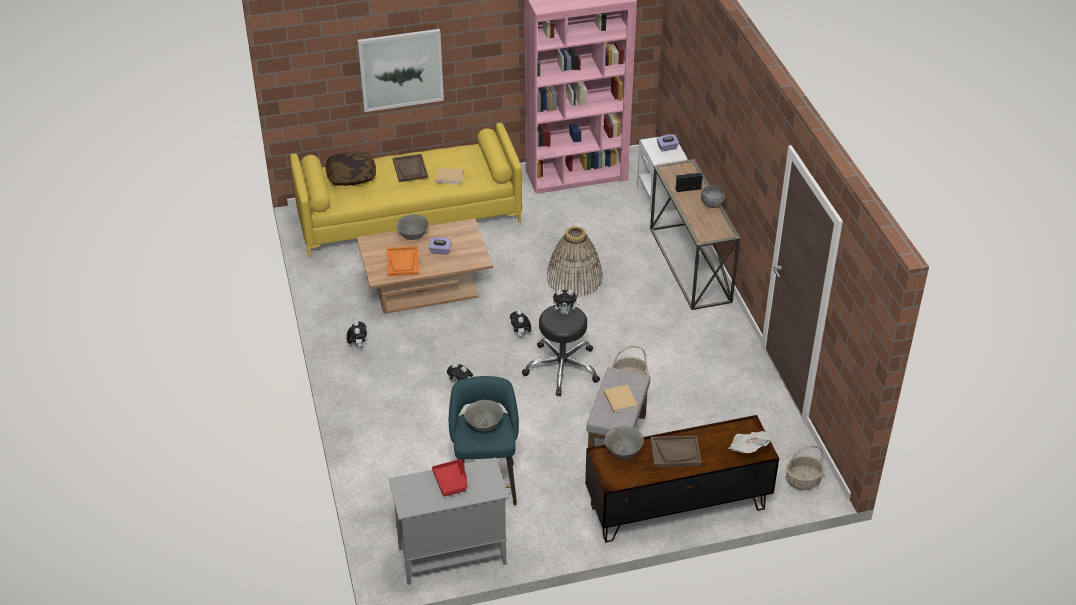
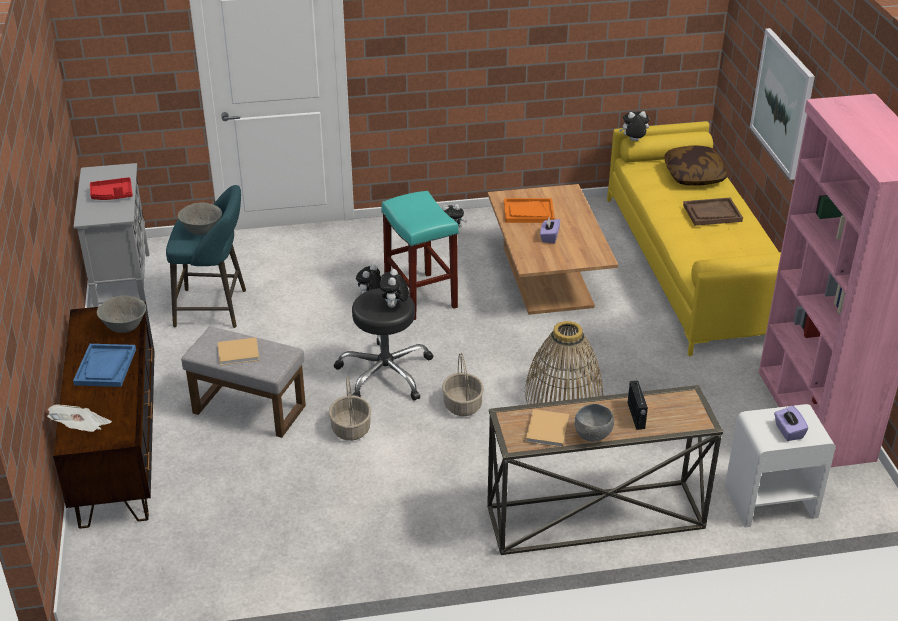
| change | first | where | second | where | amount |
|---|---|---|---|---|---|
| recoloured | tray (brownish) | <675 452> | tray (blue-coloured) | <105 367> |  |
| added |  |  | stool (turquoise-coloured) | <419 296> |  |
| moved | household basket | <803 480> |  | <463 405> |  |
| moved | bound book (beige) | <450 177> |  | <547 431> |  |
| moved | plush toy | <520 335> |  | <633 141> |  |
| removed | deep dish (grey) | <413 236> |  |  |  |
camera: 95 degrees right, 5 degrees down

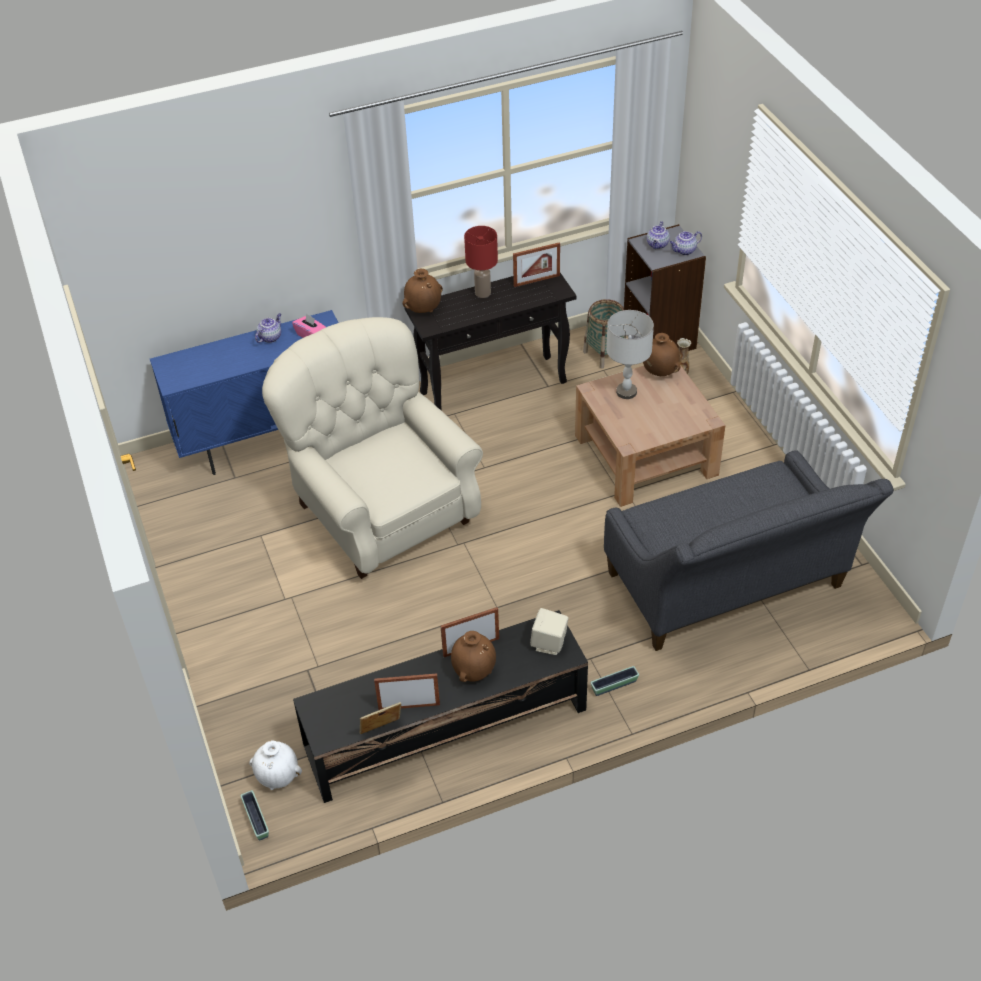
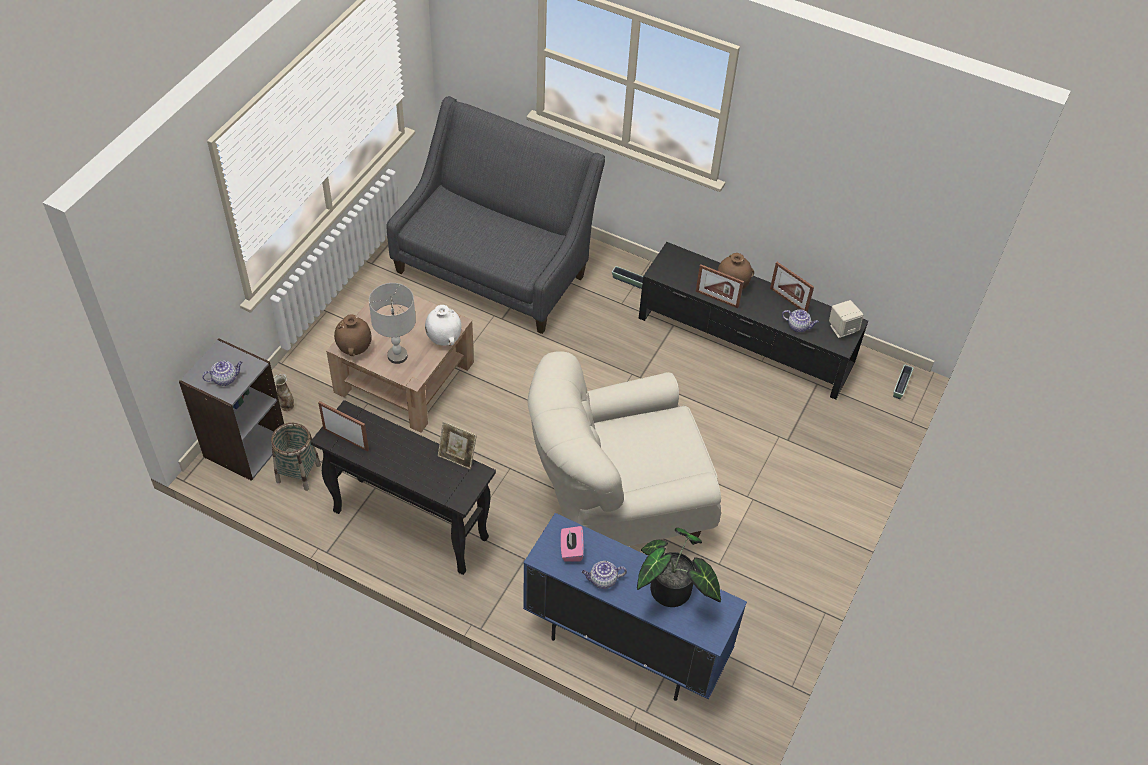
| change | first | where | second | where | amount |
|---|---|---|---|---|---|
| moved | flower vase (white) | <279 778> |  | <444 339> |  |
| moved | standing frame | <382 732> |  | <457 457> |  |
| turned | armchair (beige) | <380 510> |  | <617 503> | 60 degrees clockwise |
| added |  |  | potted plant | <672 594> |  |
| moved | tea pot | <684 251> |  | <798 326> |  |
| moved | loudspeaker (beige) | <549 644> |  | <842 329> |  |
| removed | flower vase (brownish) | <424 309> |  |  |  |
| removed | tabletop lamp (red-coloured) | <483 293> |  |  |  |
camera: 135 degrees left, 5 degrees up

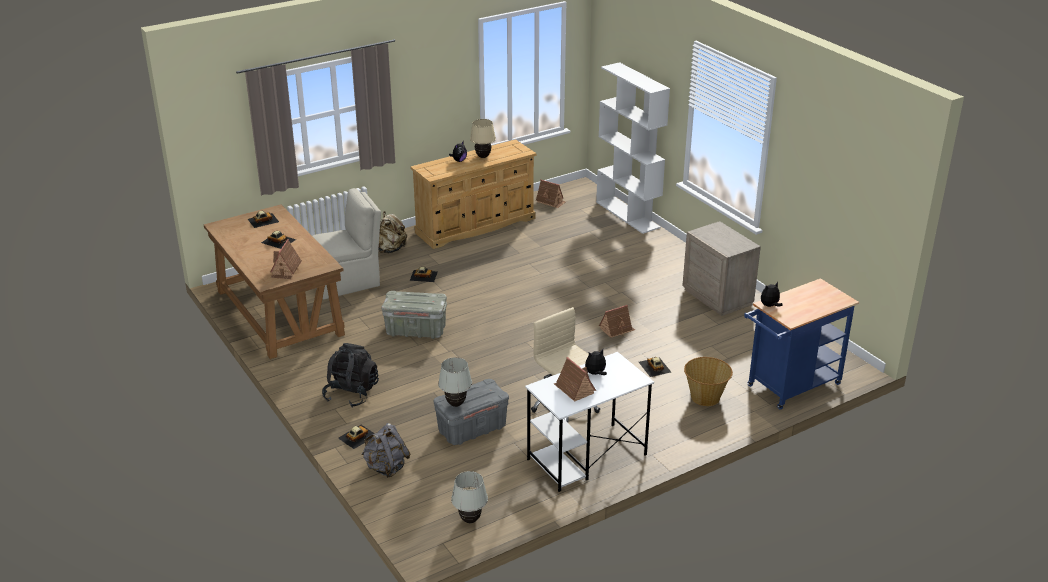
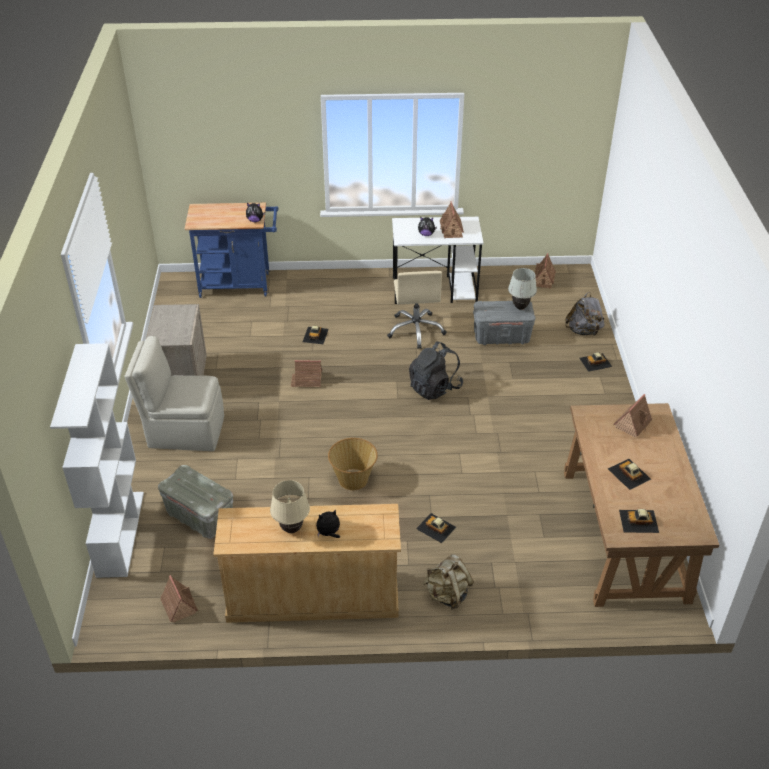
| change | first | where | second | where | amount |
|---|---|---|---|---|---|
| moved | upright chair (beige) | <346 282> |  | <184 431> |  |
| moved | storage container (grey) | <416 330> |  | <199 517> |  |
| moved | household basket | <705 397> |  | <353 479> |  |
| moved | knapsack (blackish) | <351 394> |  | <434 388> |  |
| replaced | tabletop lamp (white) | <470 520> | toy house | <543 279> |  |
camera: 150 degrees left, 10 degrees up

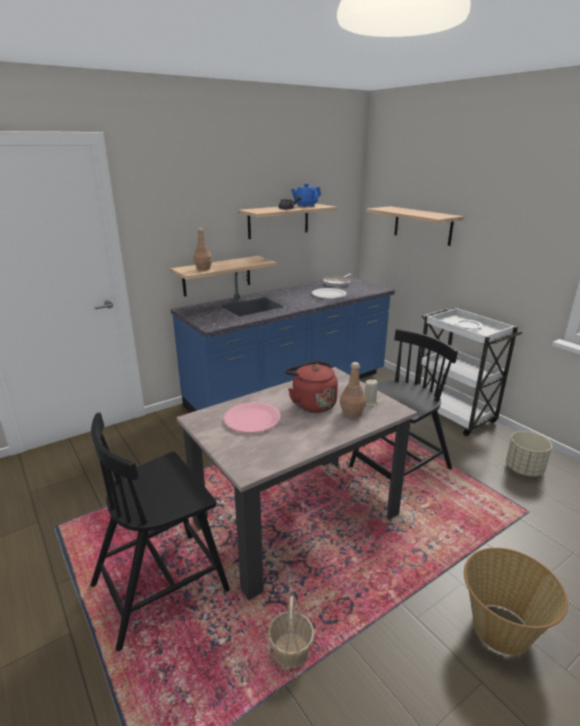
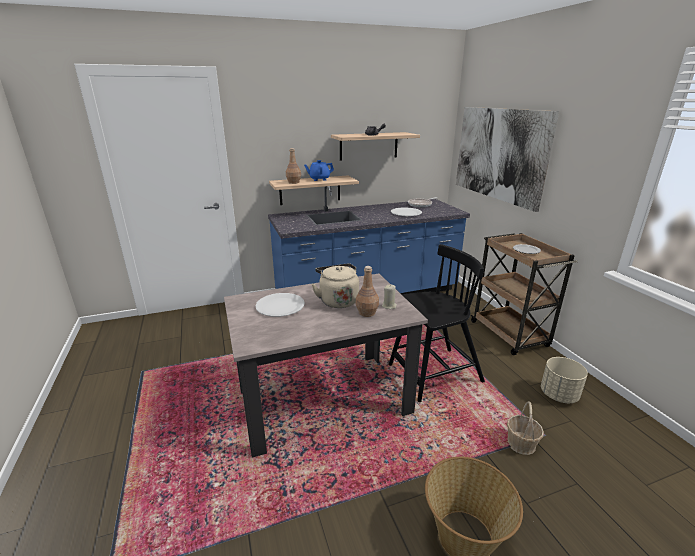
| change | first | where | second | where | amount |
|---|---|---|---|---|---|
| recoloured | plate (pink) | <252 419> | plate (white) | <280 306> |  |
| moved | tea pot (blue-coloured) | <305 206> |  | <319 179> |  |
| recoloured | water kettle (red-coloured) | <311 404> | water kettle (beige) | <337 300> |  |
| replaced | wall shelf | <422 225> | wall picture | <499 154> |  |
| recoloured | trolley (white) | <454 415> | trolley (brownish) | <510 335> |  |
| moved | household basket | <290 652> |  | <521 443> |  |
| removed | upright chair (blackish) | <162 585> |  |  |  |
camera: 15 degrees right, 0 degrees up

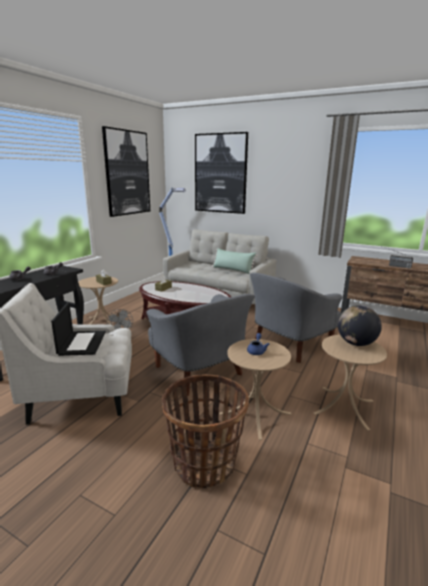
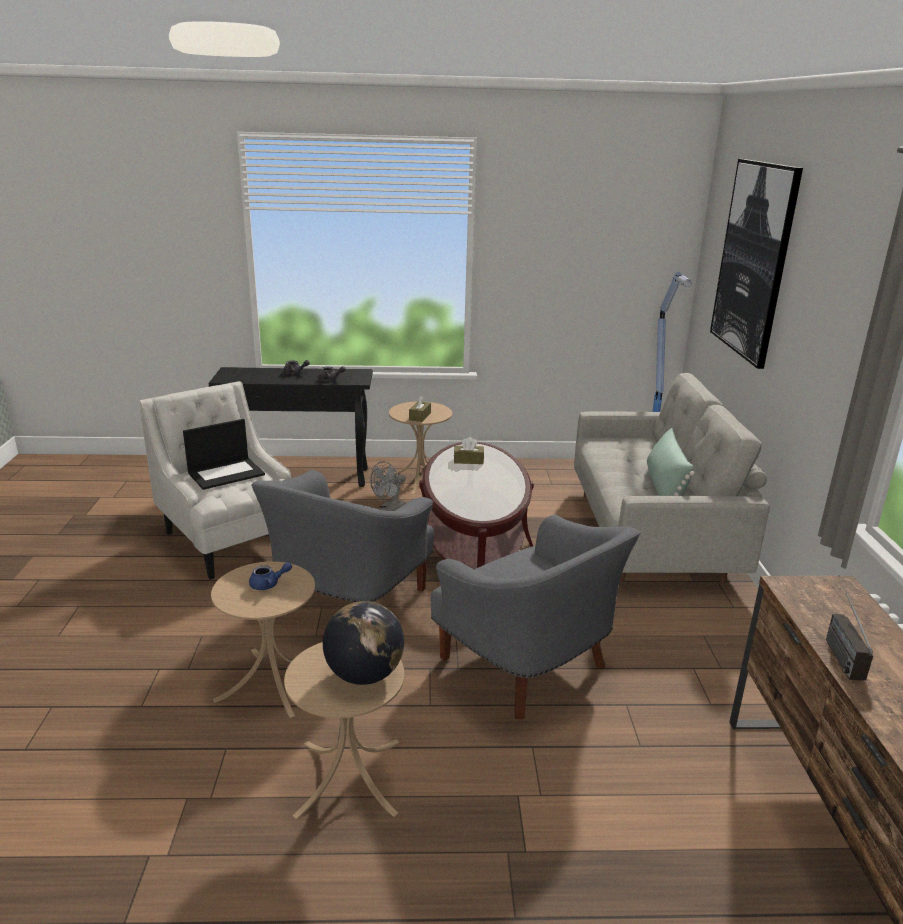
| change | first | where | second | where | amount |
|---|---|---|---|---|---|
| turned | armchair (grey) | <288 345> |  | <528 667> | 150 degrees counterclockwise |
| removed | wall picture | <127 173> |  |  |  |
| removed | household basket | <204 464> |  |  |  |
camera: 60 degrees right, 5 degrees up

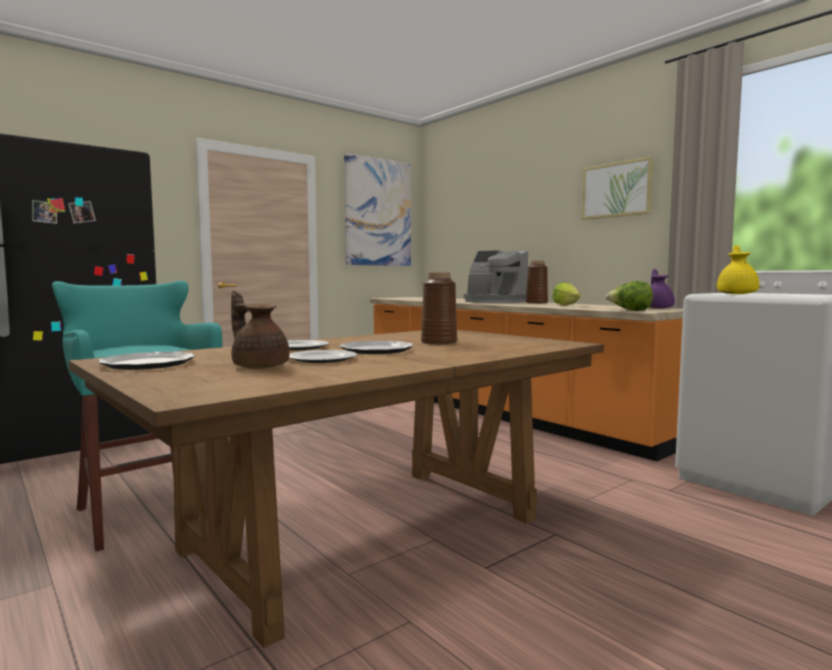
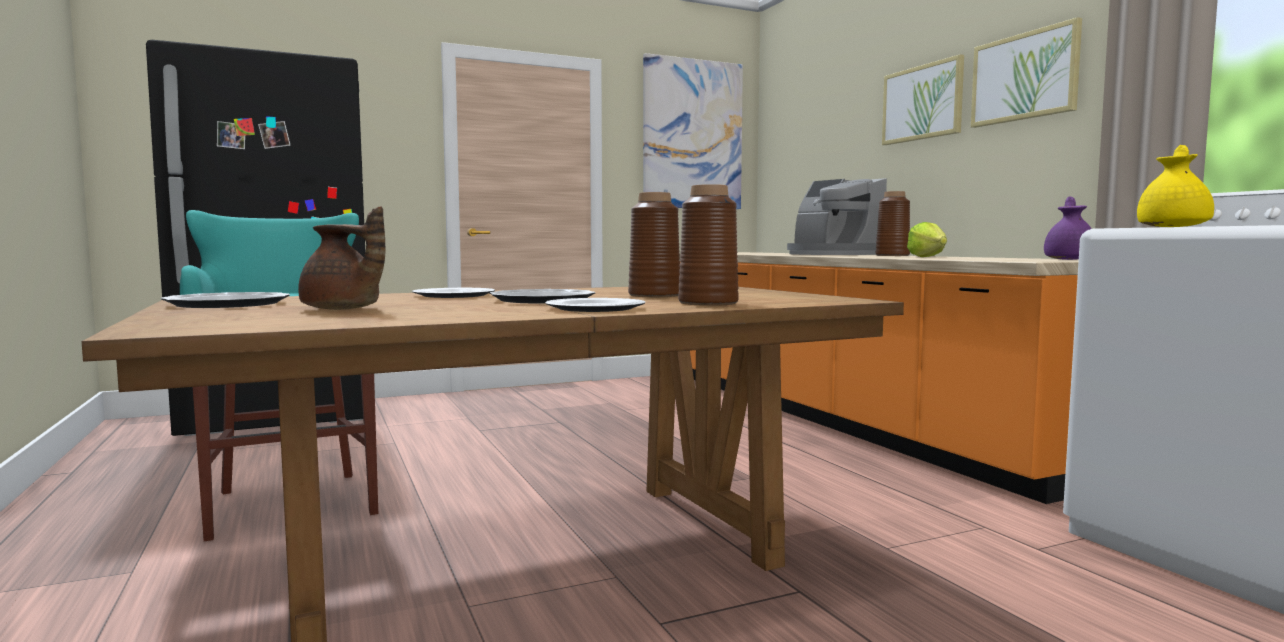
| change | first | where | second | where | amount |
|---|---|---|---|---|---|
| turned | tea pot (brownish) | <259 366> |  | <343 309> | 150 degrees clockwise |
| moved | plate | <321 359> |  | <594 308> |  |
| added |  |  | flower vase (brownish) | <708 303> |  |
| added |  |  | wall picture | <922 103> |  |
| removed | lettuce head | <630 311> |  |  |  |
camera: 15 degrees right, 0 degrees up

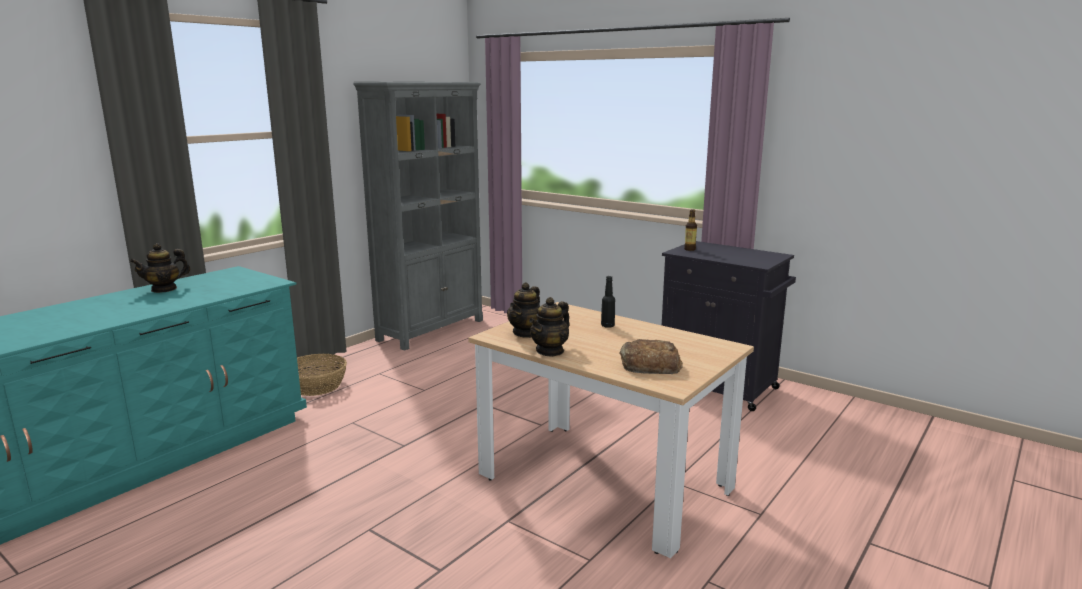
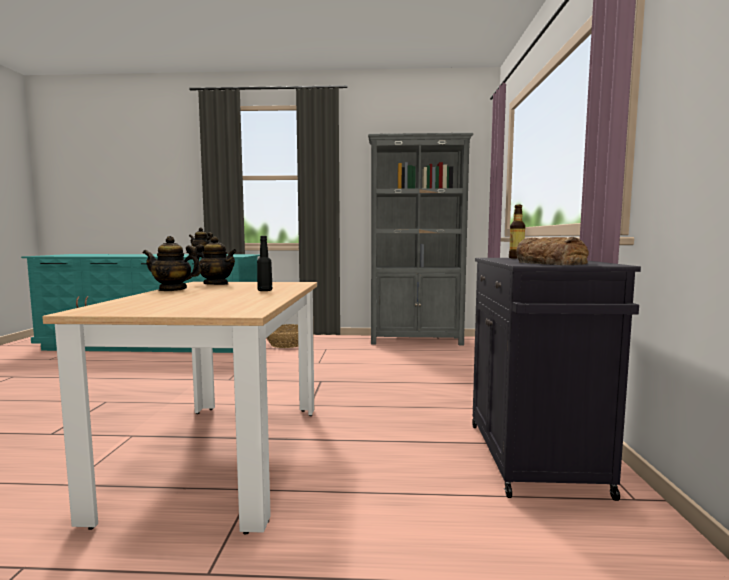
| change | first | where | second | where | amount |
|---|---|---|---|---|---|
| turned | tea pot | <526 333> |  | <216 284> | 150 degrees counterclockwise |
| moved | baked bread | <649 365> |  | <551 263> |  |
camera: 55 degrees right, 10 degrees down

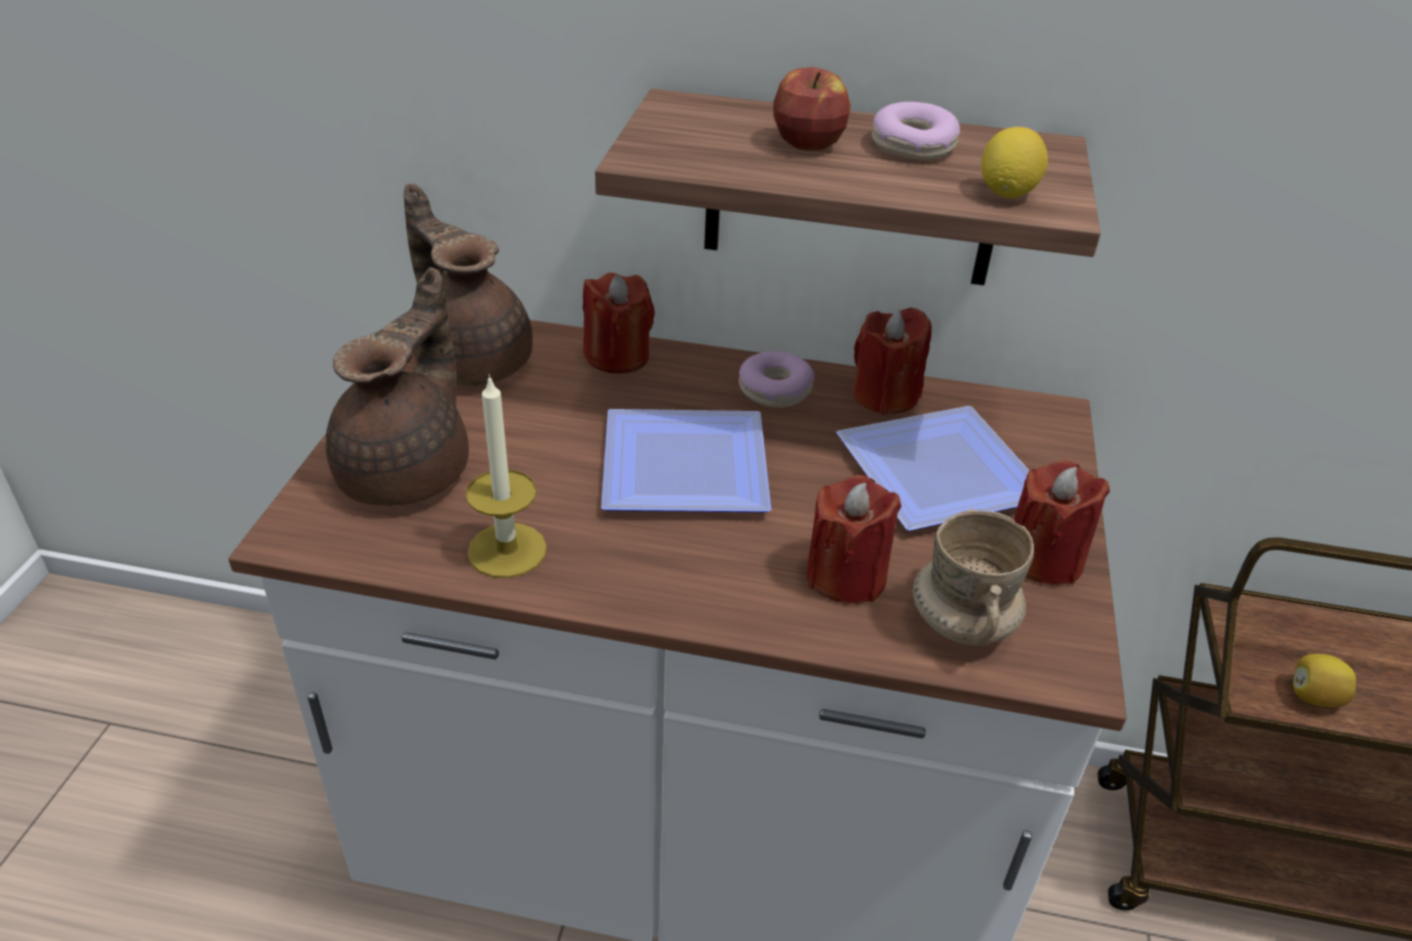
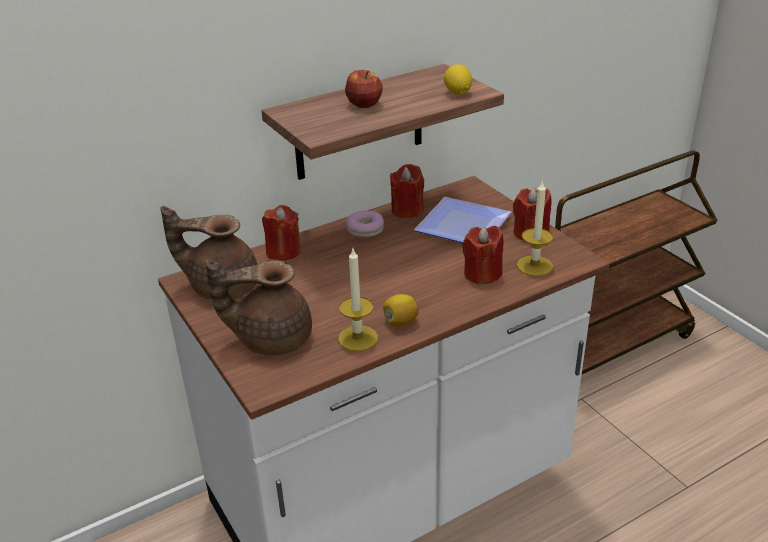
| change | first | where | second | where | amount |
|---|---|---|---|---|---|
| turned | tea pot (brownish) | <409 471> |  | <271 338> | 75 degrees counterclockwise |
| moved | lemon | <1314 697> |  | <400 322> |  |
| replaced | tea mug (beige) | <961 623> | candle | <534 266> |  |
| removed | plate | <679 463> |  |  |  |
| removed | donut | <912 146> |  |  |  |
camera: 40 degrees left, 5 degrees down

